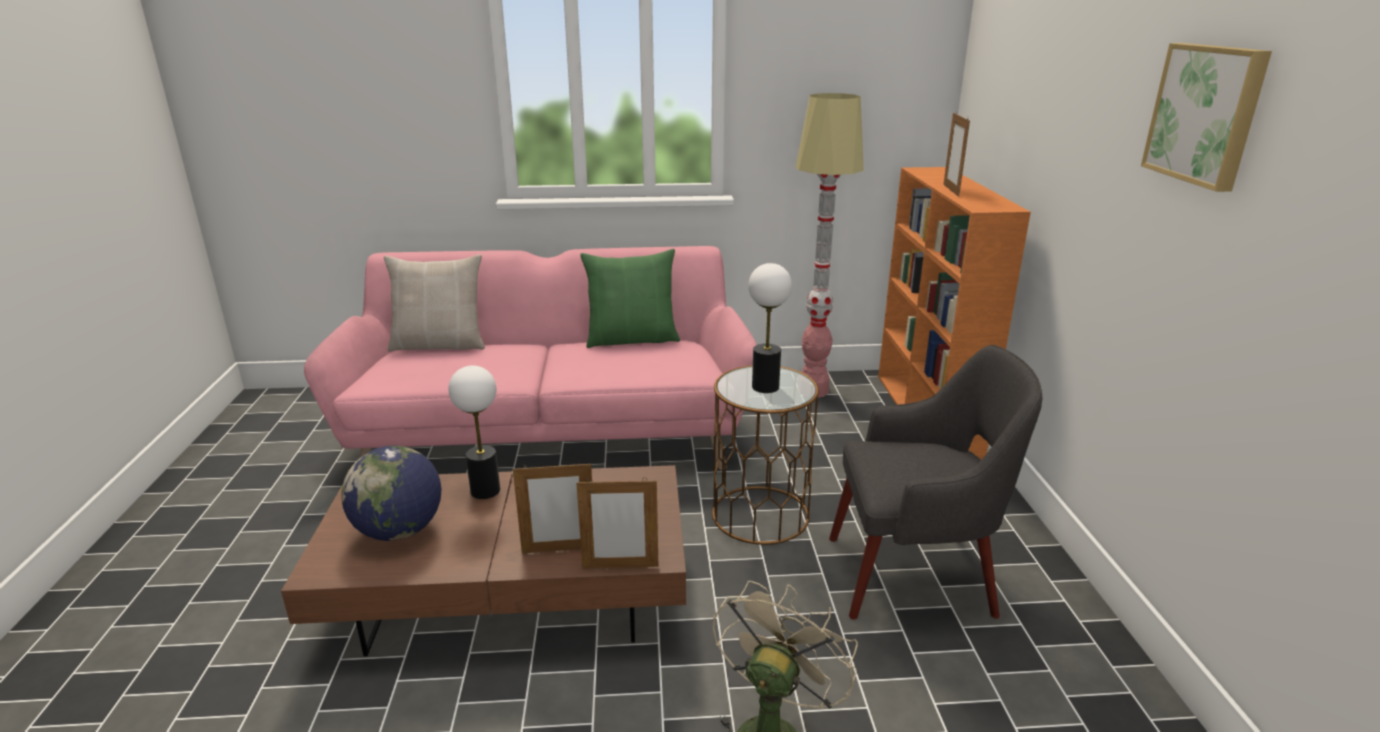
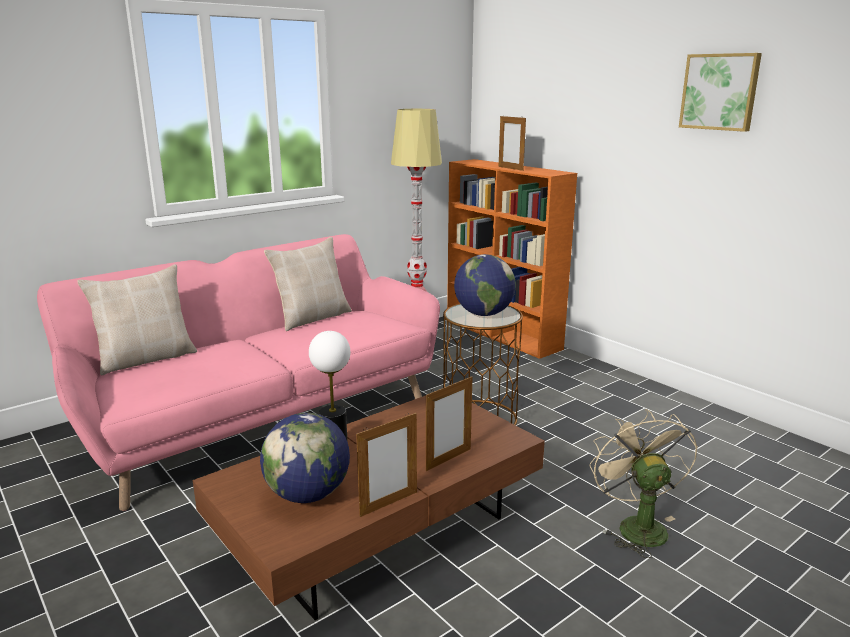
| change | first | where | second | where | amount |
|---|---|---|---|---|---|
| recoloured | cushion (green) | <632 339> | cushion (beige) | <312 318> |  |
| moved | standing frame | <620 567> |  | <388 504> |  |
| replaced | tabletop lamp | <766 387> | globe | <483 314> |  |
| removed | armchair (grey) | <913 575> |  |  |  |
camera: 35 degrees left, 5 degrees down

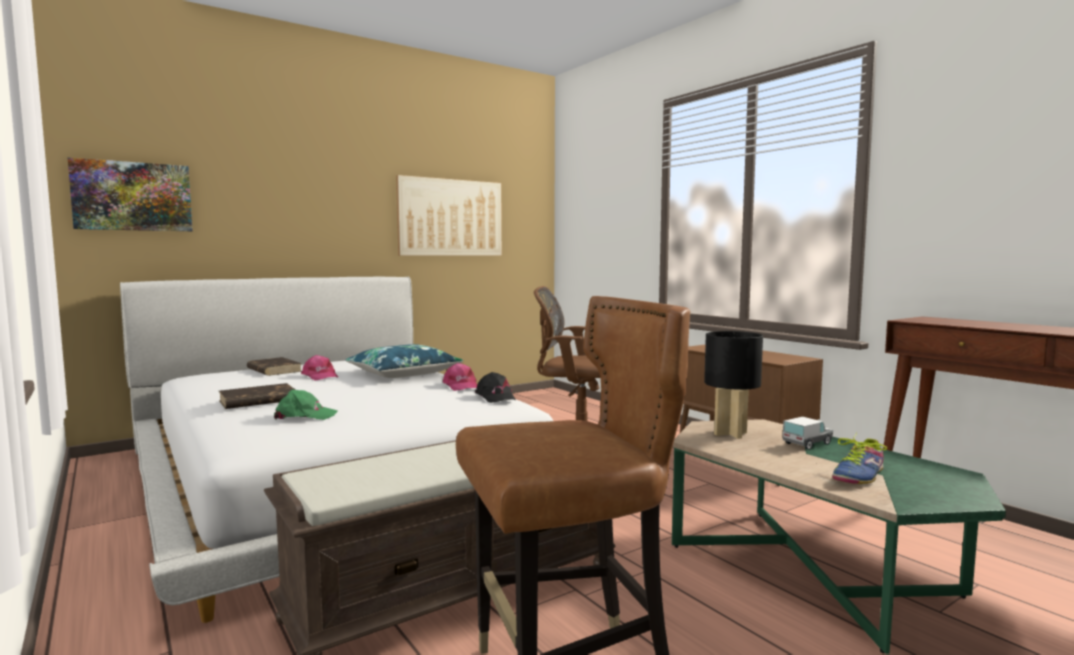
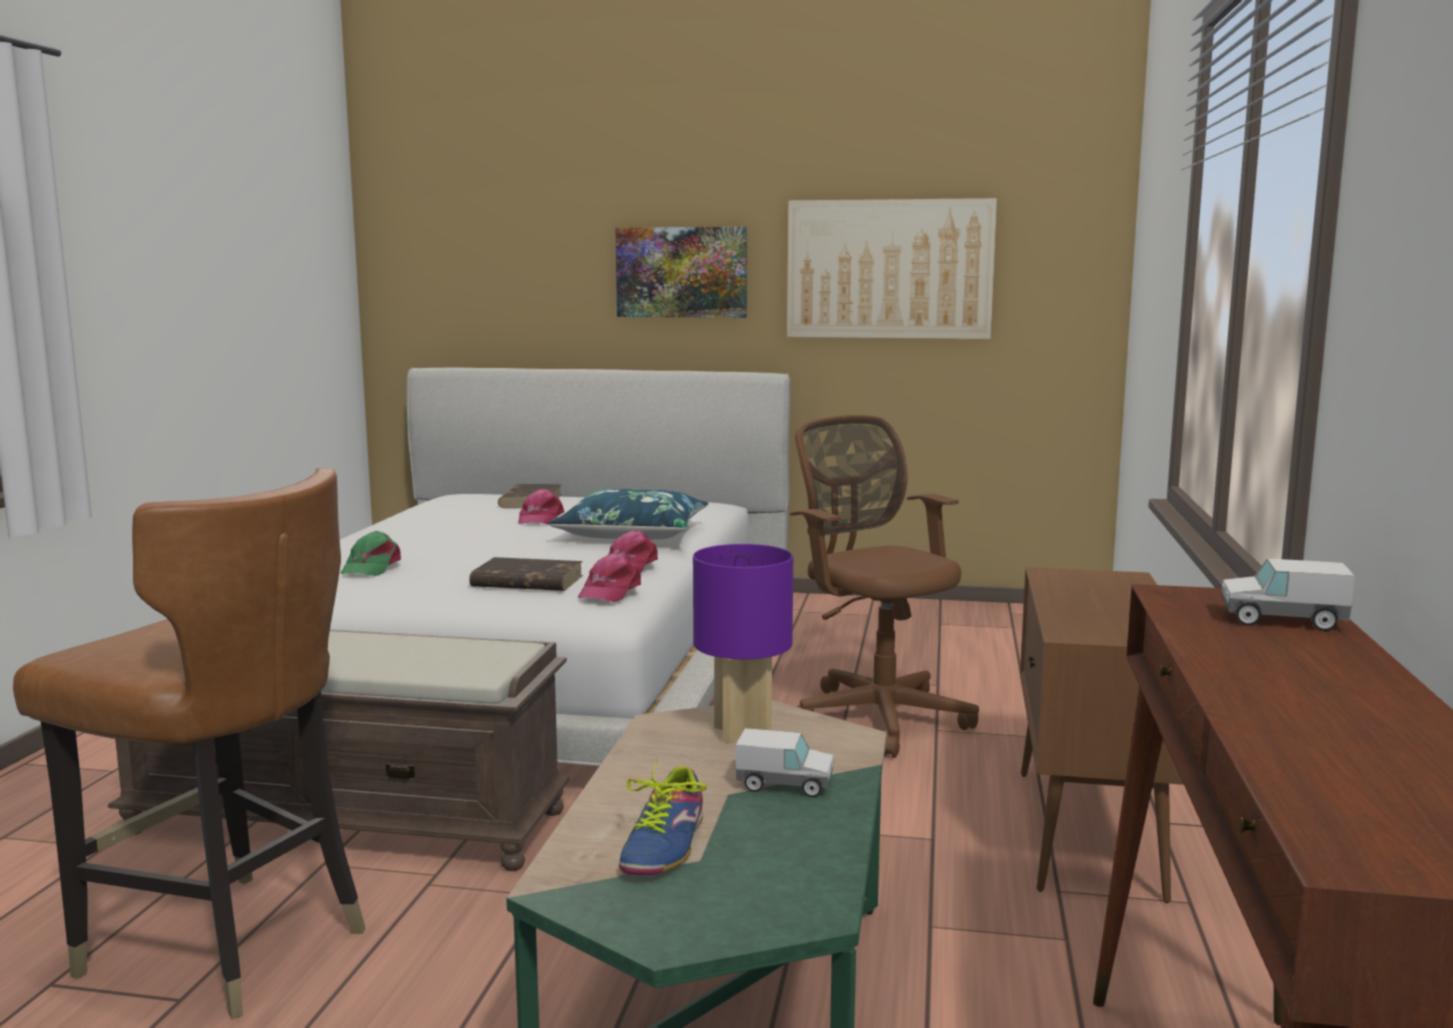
| change | first | where | second | where | amount |
|---|---|---|---|---|---|
| turned | cap (green) | <305 416> |  | <371 567> | 60 degrees clockwise |
| moved | bound book (brownish) | <257 401> |  | <526 581> |  |
| recoloured | cap (blackish) | <495 397> | cap (pink) | <610 591> |  |
| moved | wall picture | <133 196> |  | <682 272> |  |
| turned | shoe | <859 475> |  | <664 845> | 75 degrees counterclockwise |
| recoloured | tabletop lamp (blackish) | <730 434> | tabletop lamp (purple-coloured) | <741 732> |  |
| added |  |  | toy truck | <1282 620> |  |
camera: 45 degrees right, 5 degrees up

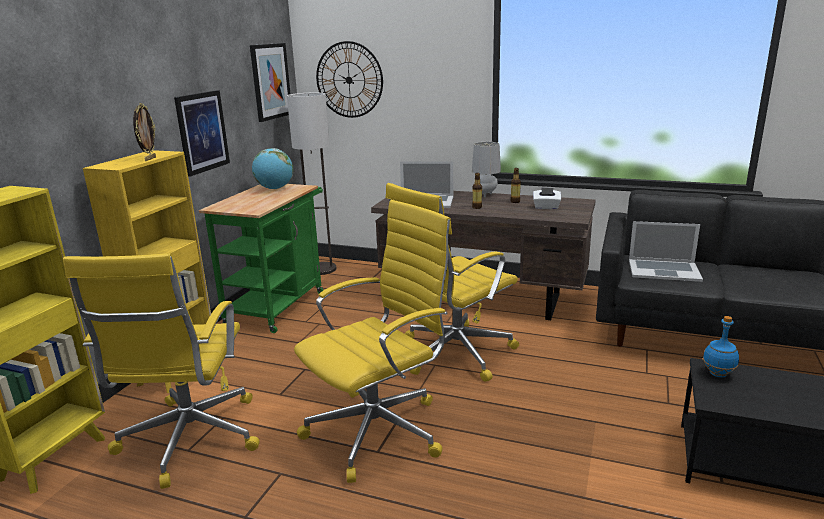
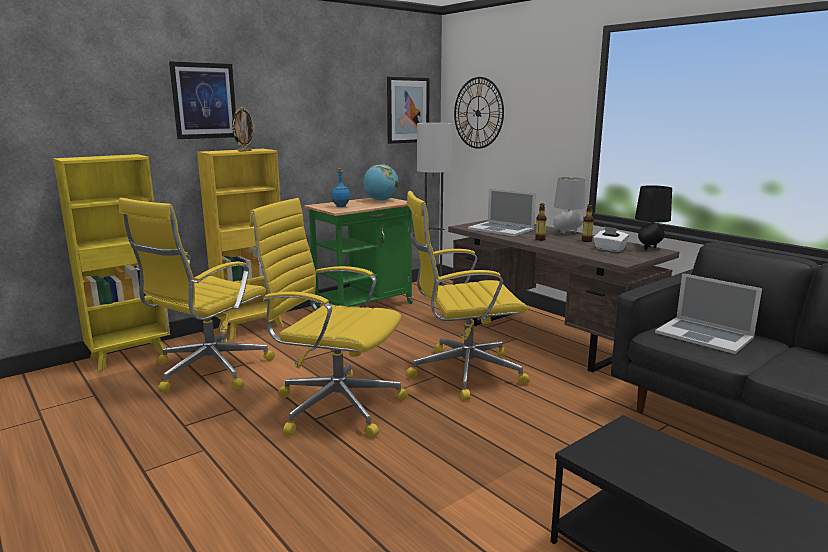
| change | first | where | second | where | amount |
|---|---|---|---|---|---|
| moved | wall picture | <202 132> |  | <204 101> |  |
| turned | desk chair (yellowish) | <380 429> |  | <334 406> | 150 degrees counterclockwise |
| moved | bottle (blue-coloured) | <717 374> |  | <341 206> |  |
| added |  |  | tabletop lamp (blackish) | <649 248> |  |
camera: 30 degrees right, 5 degrees down

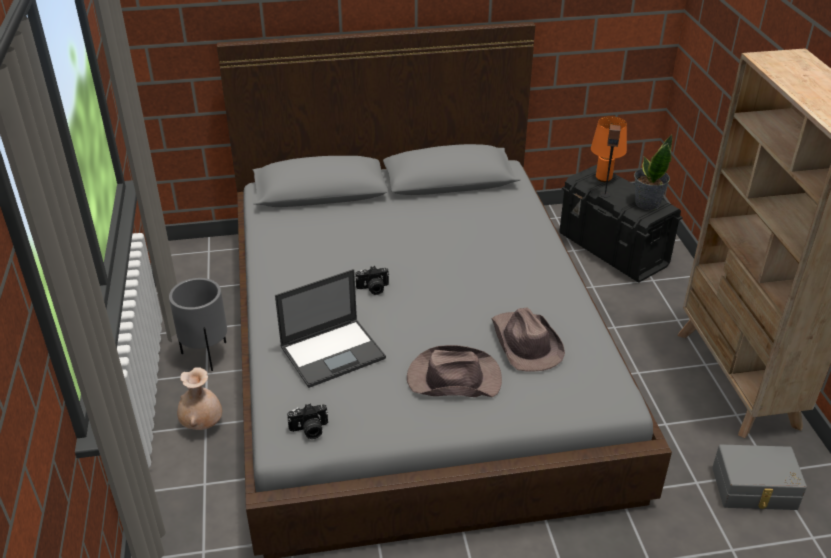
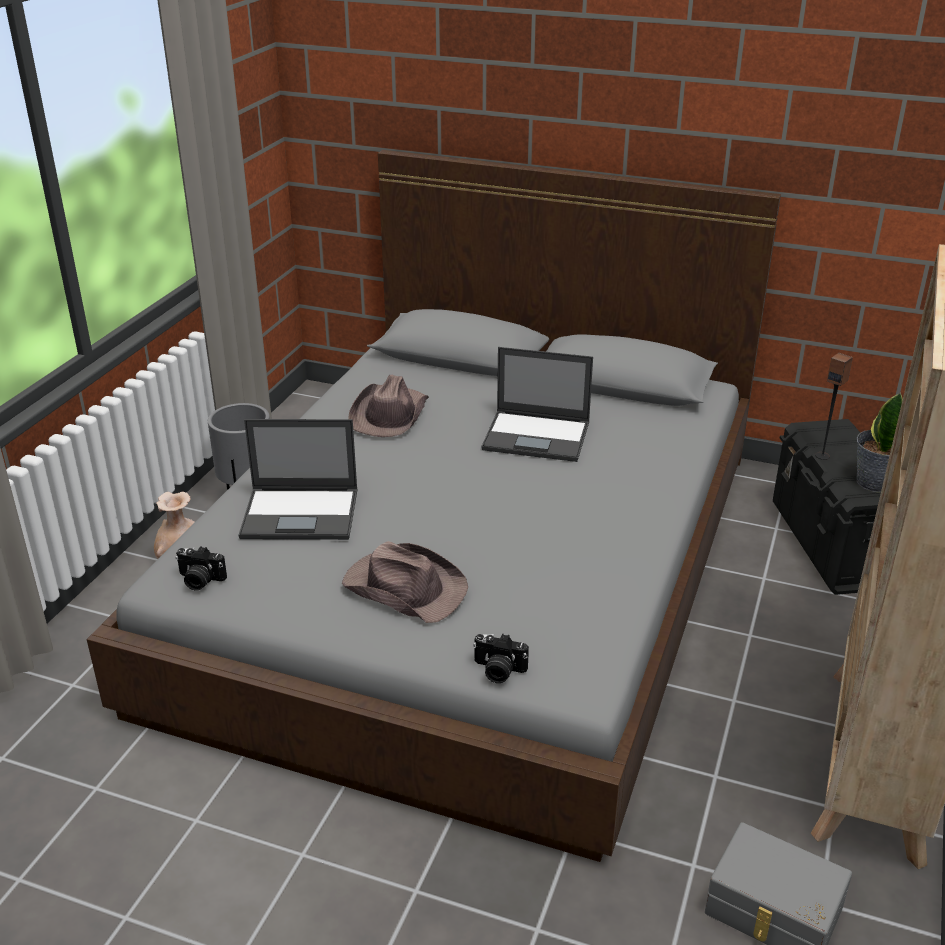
| change | first | where | second | where | amount |
|---|---|---|---|---|---|
| moved | wearable hat (brownish) | <525 343> |  | <389 414> |  |
| moved | photo camera | <373 289> |  | <498 671> |  |
| added |  |  | notebook computer | <537 436> |  |
| removed | tabletop lamp (orange-coloured) | <603 178> |  |  |  |
camera: 30 degrees right, 5 degrees down

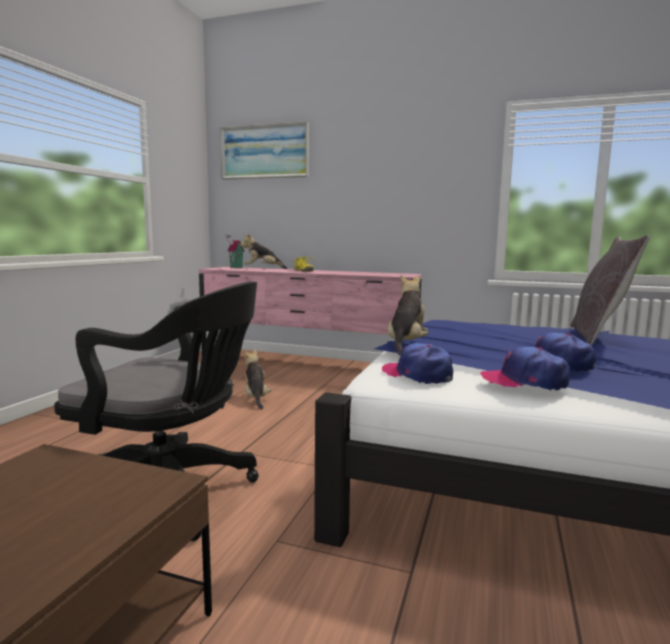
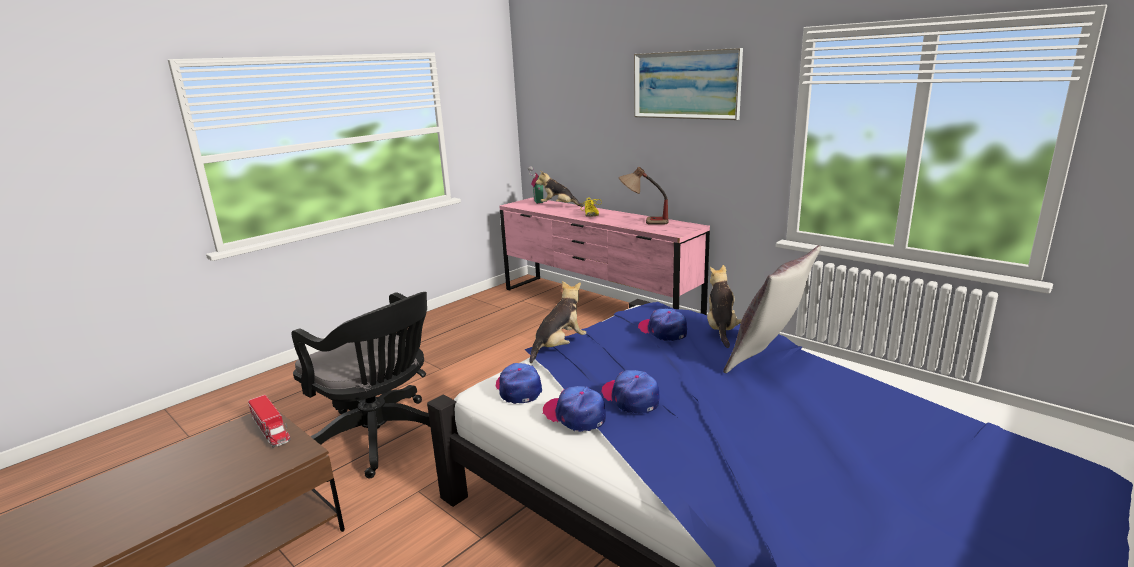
| change | first | where | second | where | amount |
|---|---|---|---|---|---|
| added |  |  | toy truck | <271 430> |  |
| added |  |  | tabletop lamp | <643 222> |  |
| moved | wall picture | <264 152> |  | <685 85> |  |
| added |  |  | cap | <663 331> |  |
| moved | plush toy | <256 398> |  | <721 329> |  |
camera: 25 degrees right, 10 degrees up

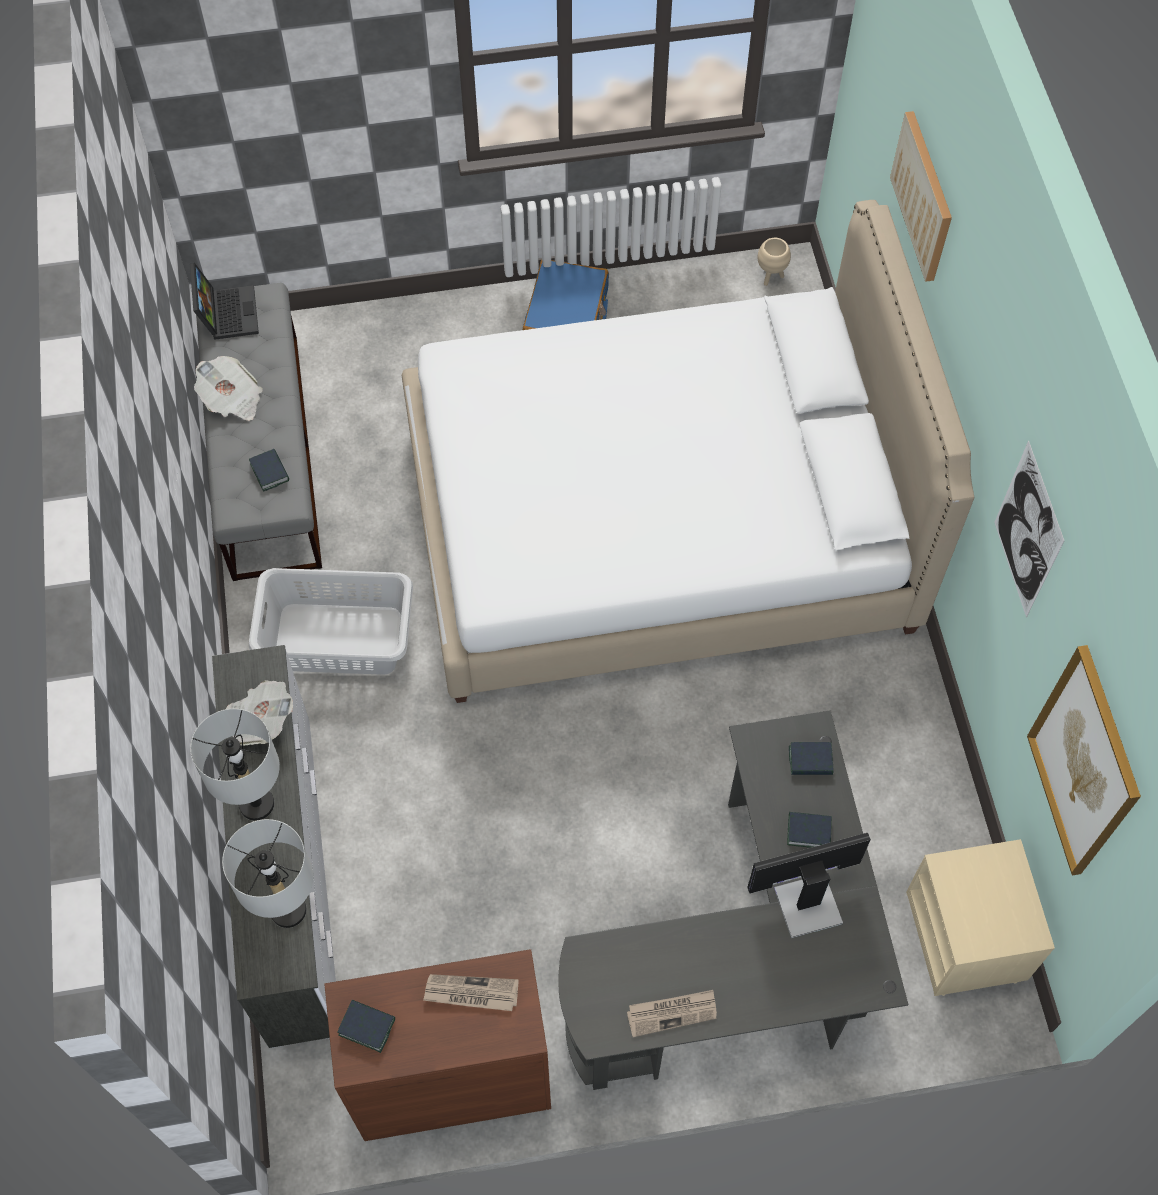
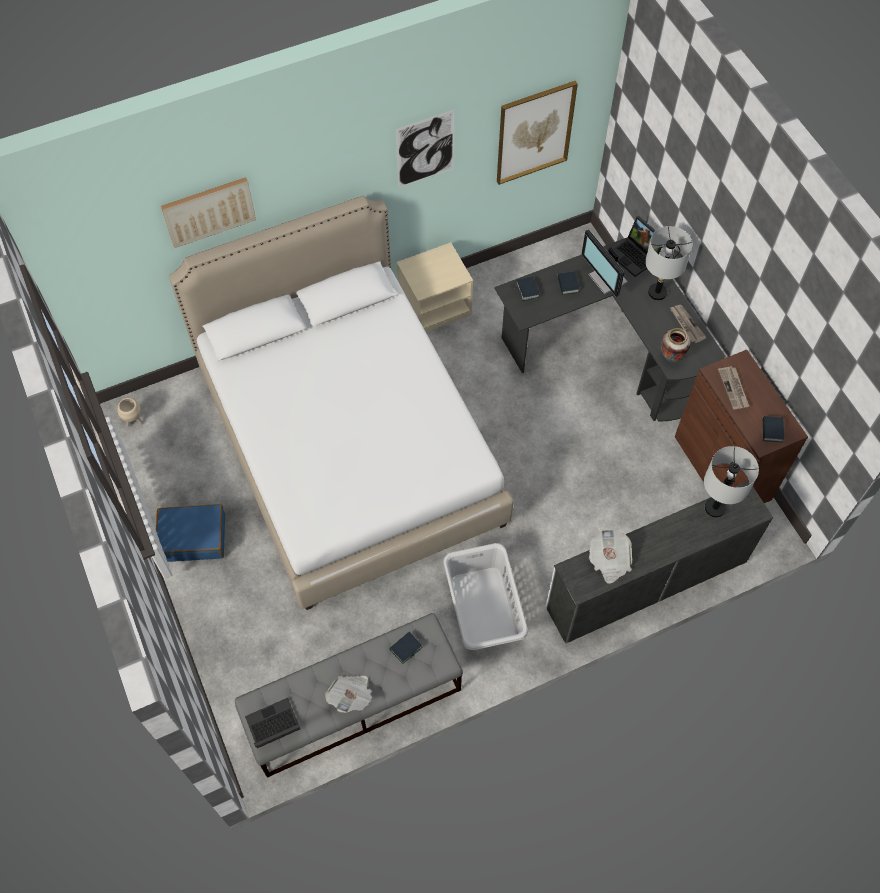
| change | first | where | second | where | amount |
|---|---|---|---|---|---|
| moved | night table (beige) | <967 937> |  | <435 305> |  |
| added |  |  | notebook computer | <636 256> |  |
| moved | tabletop lamp (grey) | <256 804> |  | <657 293> |  |
| added |  |  | flower vase | <670 358> |  |
camera: 105 degrees left, 0 degrees up

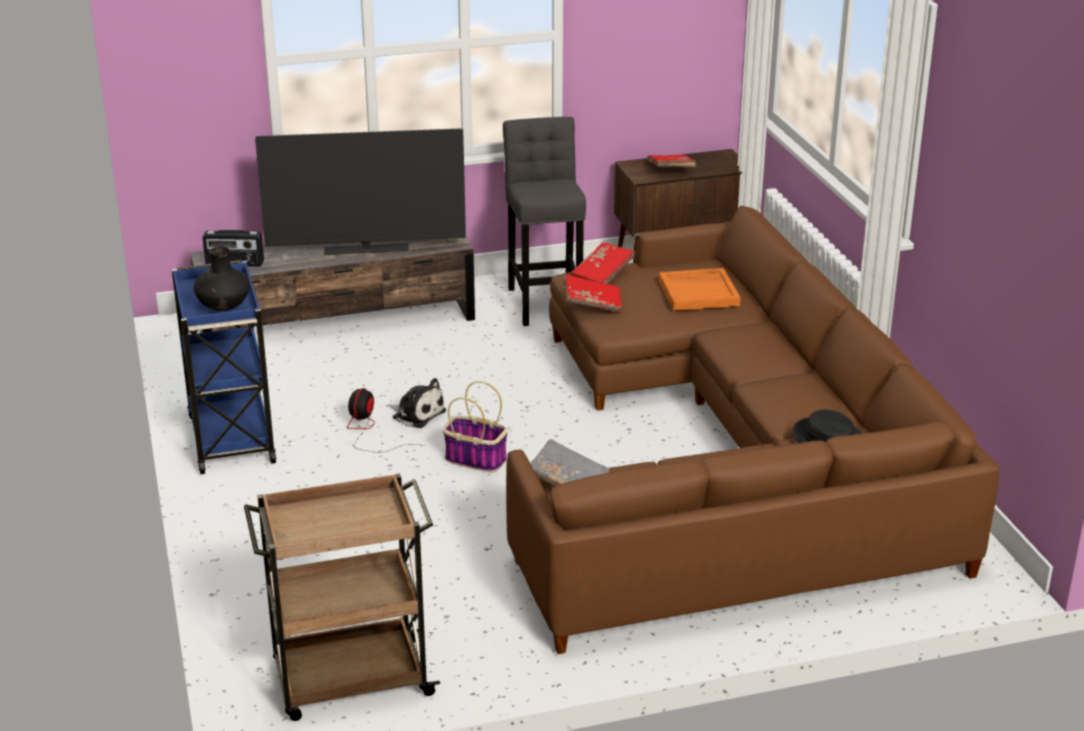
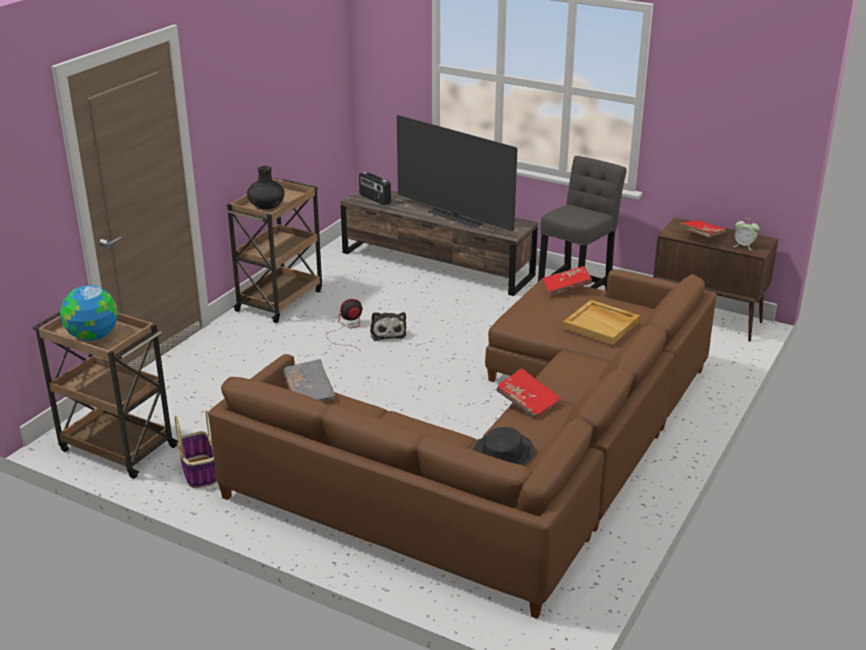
| change | first | where | second | where | amount |
|---|---|---|---|---|---|
| added |  |  | globe | <92 336> |  |
| moved | household basket | <474 459> |  | <199 472> |  |
| recoloured | trolley (blue-coloured) | <231 437> | trolley (brownish) | <280 300> |  |
| moved | bound book (red-coloured) | <592 303> |  | <528 402> |  |
| recoloured | tray (orange-coloured) | <699 292> | tray (beige) | <601 325> |  |
| added |  |  | table clock | <744 246> |  |
camera: 45 degrees right, 0 degrees up

